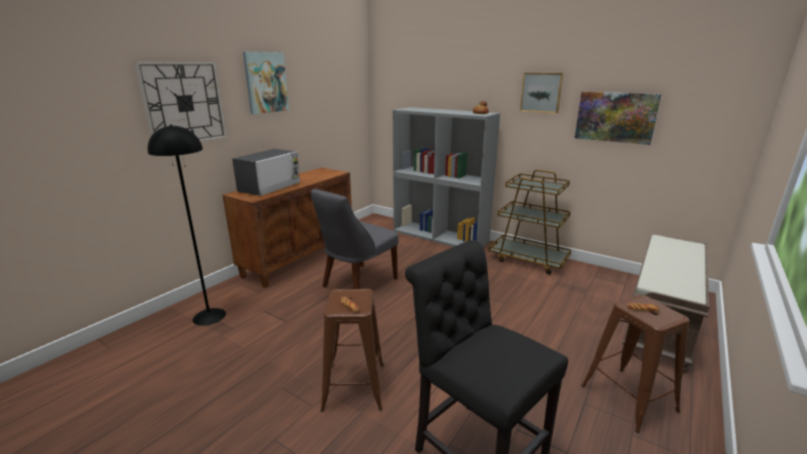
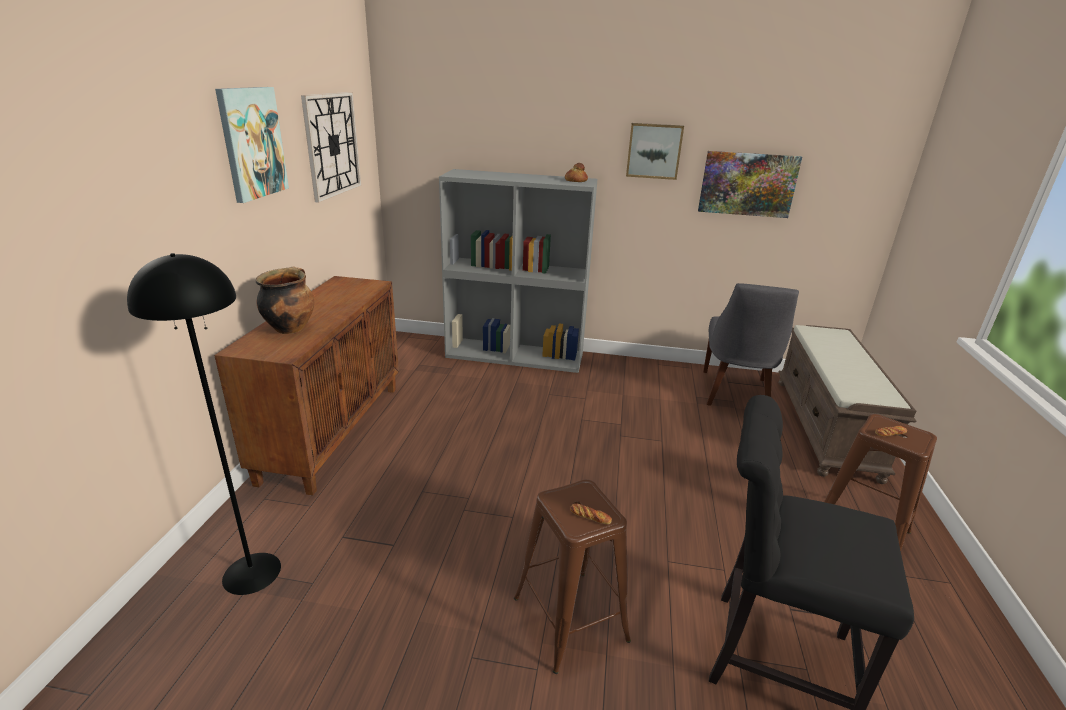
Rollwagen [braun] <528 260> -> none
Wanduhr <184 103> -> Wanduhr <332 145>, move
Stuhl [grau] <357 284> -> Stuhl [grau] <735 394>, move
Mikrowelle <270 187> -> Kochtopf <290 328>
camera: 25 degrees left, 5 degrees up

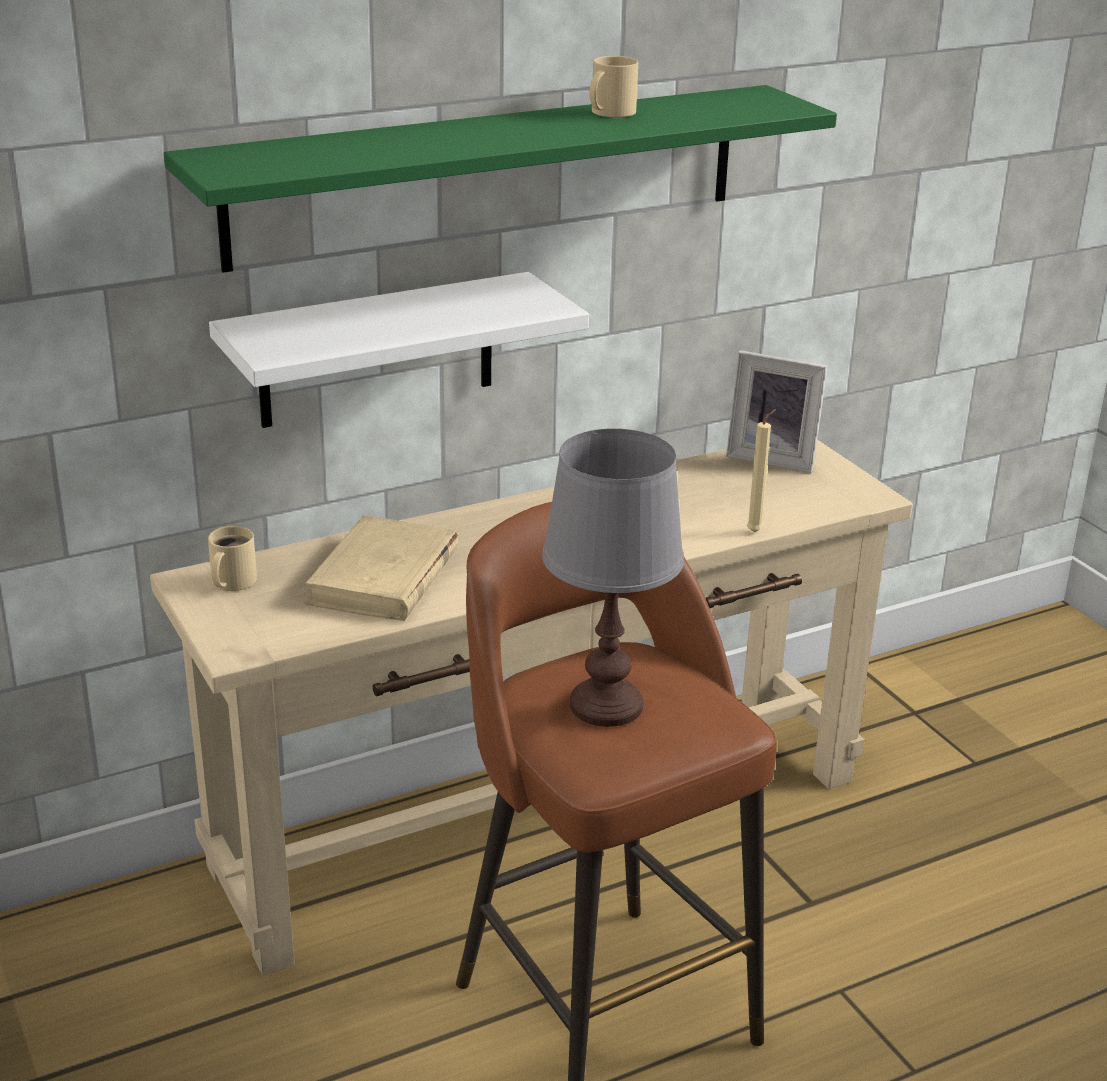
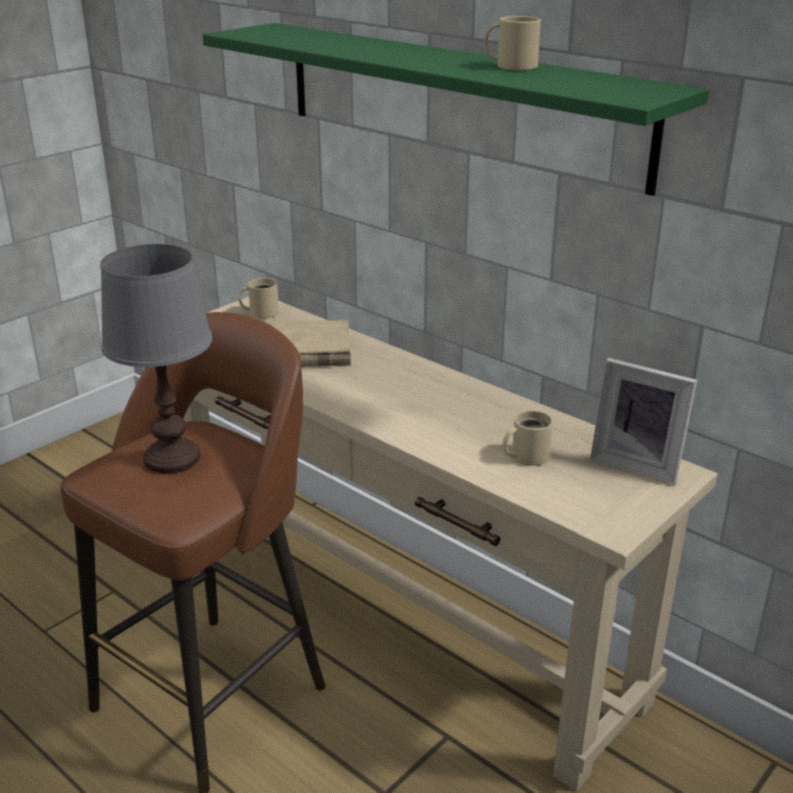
Wandregal [weiß] <377 350> -> none
Kerze [beige] <756 531> -> none
none -> Henkelbecher [beige] <526 456>
Bilderrahmen <773 457> -> Bilderrahmen <637 464>, 60 degrees counterclockwise
camera: 70 degrees right, 0 degrees up

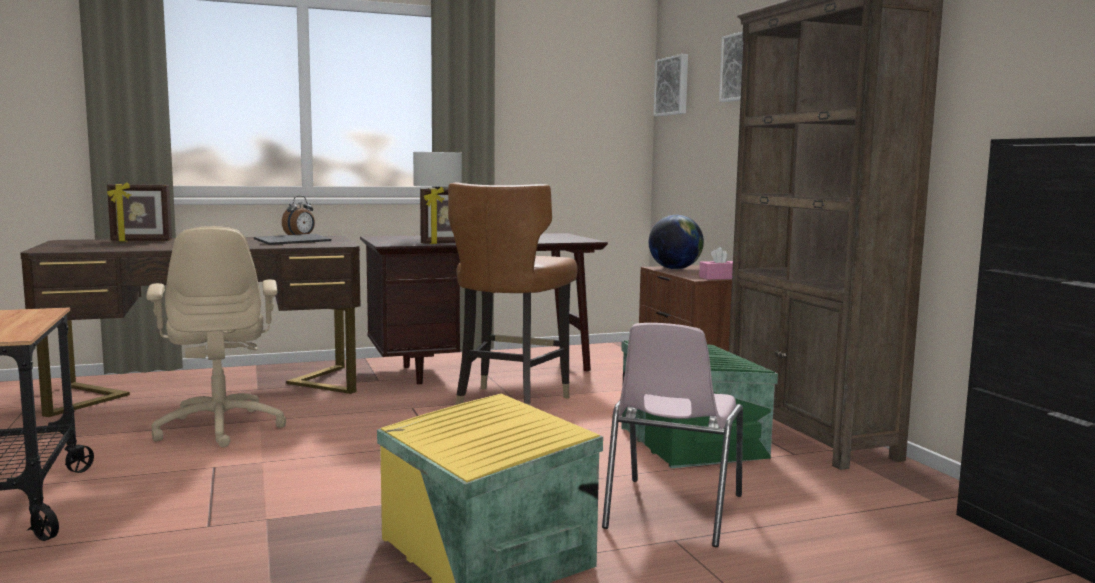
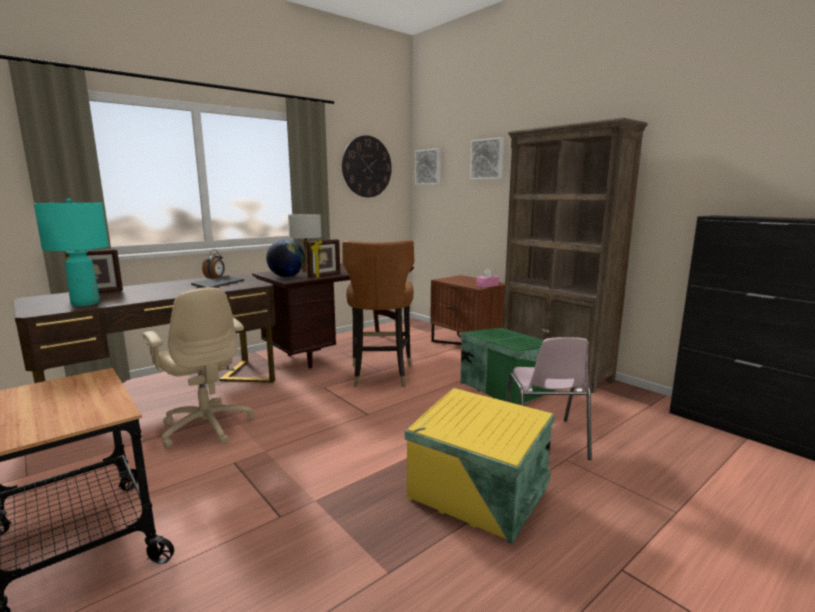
none -> Tischlampe [türkis] <85 303>
none -> Wanduhr <367 167>
Globus <674 269> -> Globus <287 276>, move
camera: 20 degrees left, 5 degrees up

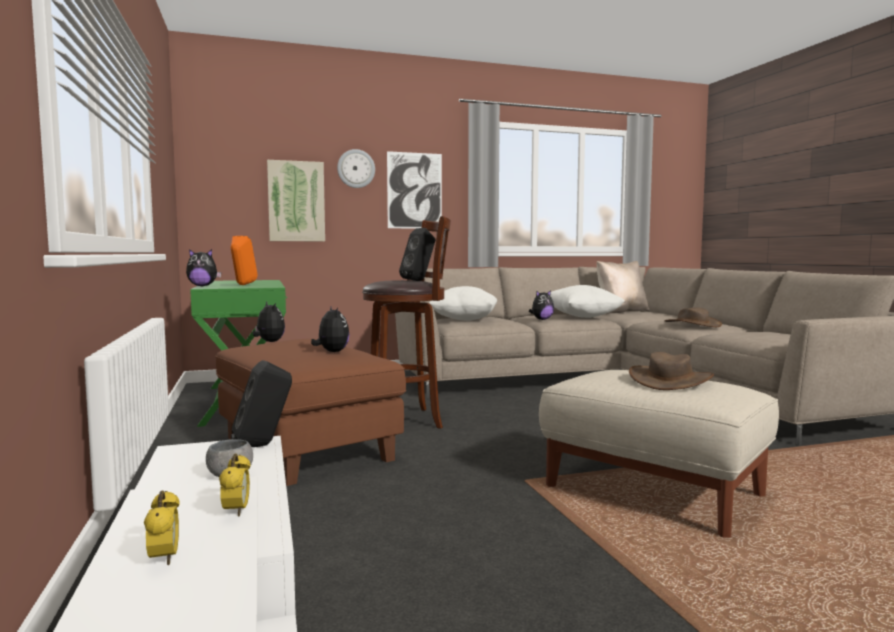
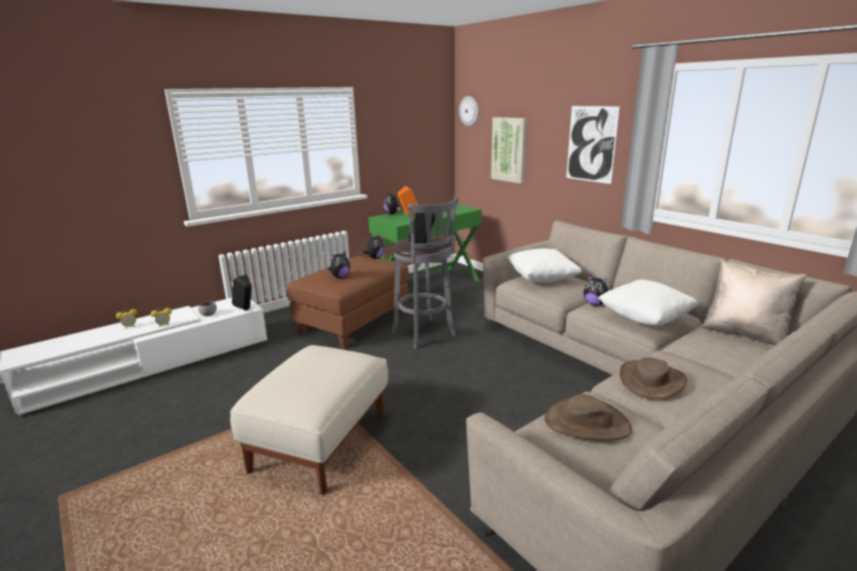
Wanduhr <356 168> -> Wanduhr <469 111>, move
Hut [braun] <670 381> -> Hut [braun] <587 423>, move
Hocker [braun] <407 420> -> Hocker [grau] <425 335>
camera: 70 degrees right, 15 degrees up

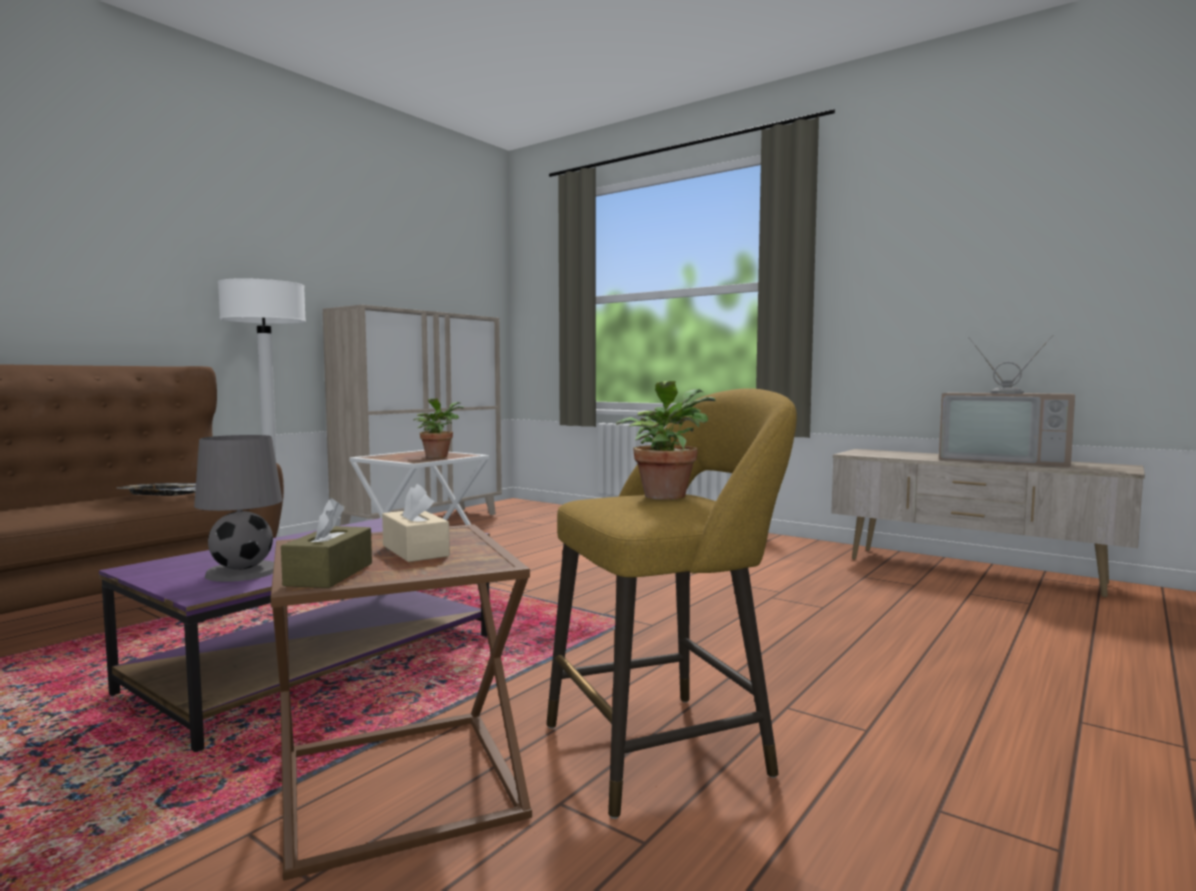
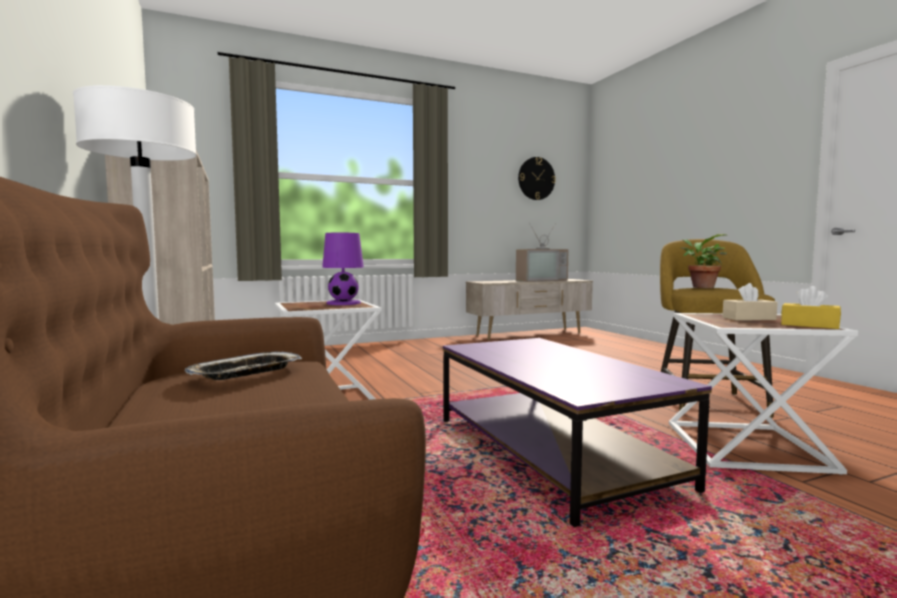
Tischlampe [grau] <242 572> -> none
none -> Wanduhr <536 178>
Topfpflanze <438 456> -> Tischlampe [lila] <344 303>
Beistelltisch [braun] <395 789> -> Beistelltisch [weiß] <749 448>
Taschentuchbox [braun] <329 574> -> Taschentuchbox [gelb] <809 325>
camera: 60 degrees left, 0 degrees up

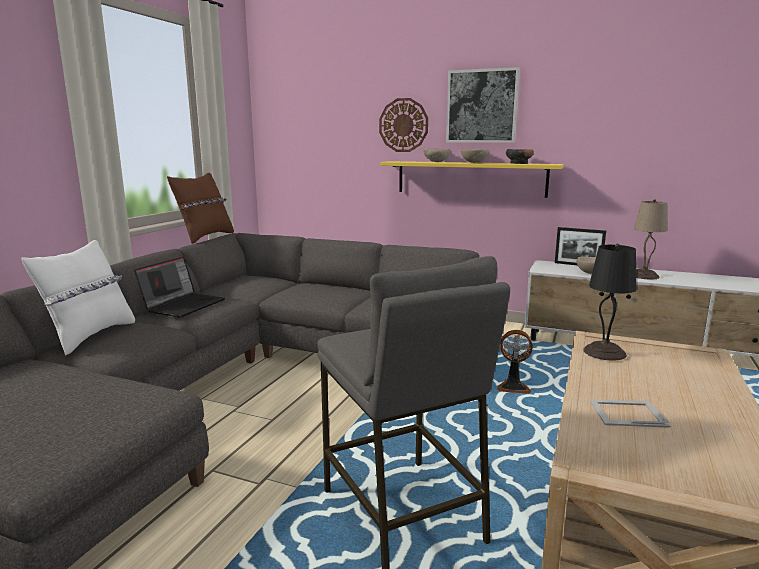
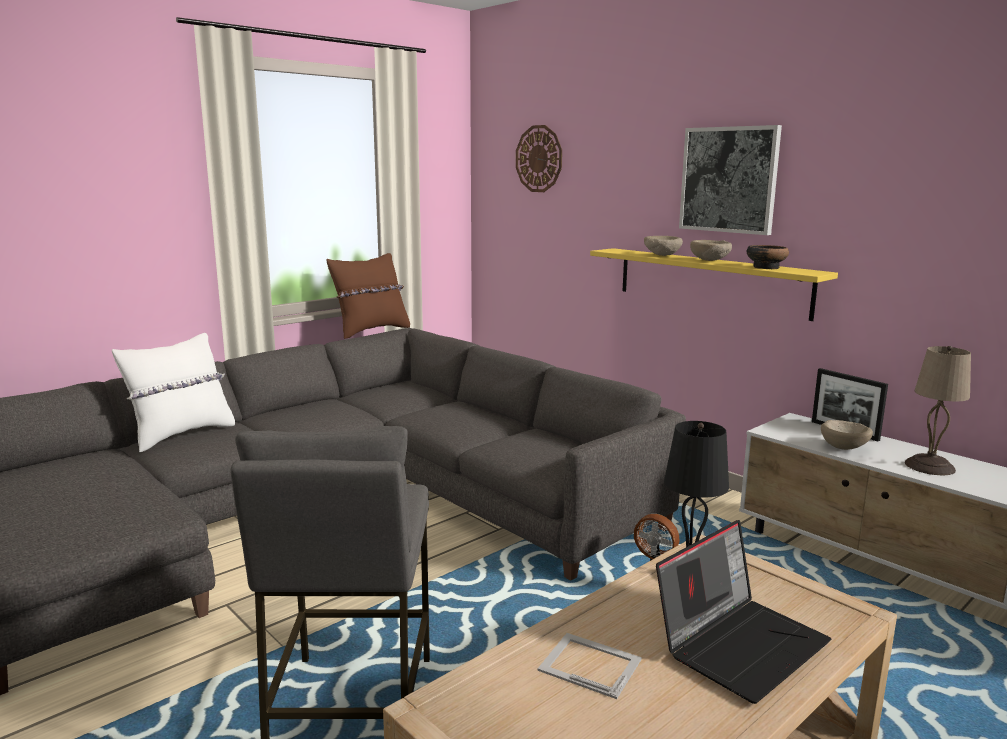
Laptop <184 305> -> Laptop <740 643>, move
Wanduhr <403 125> -> Wanduhr <539 159>, move
camera: 25 degrees right, 0 degrees up

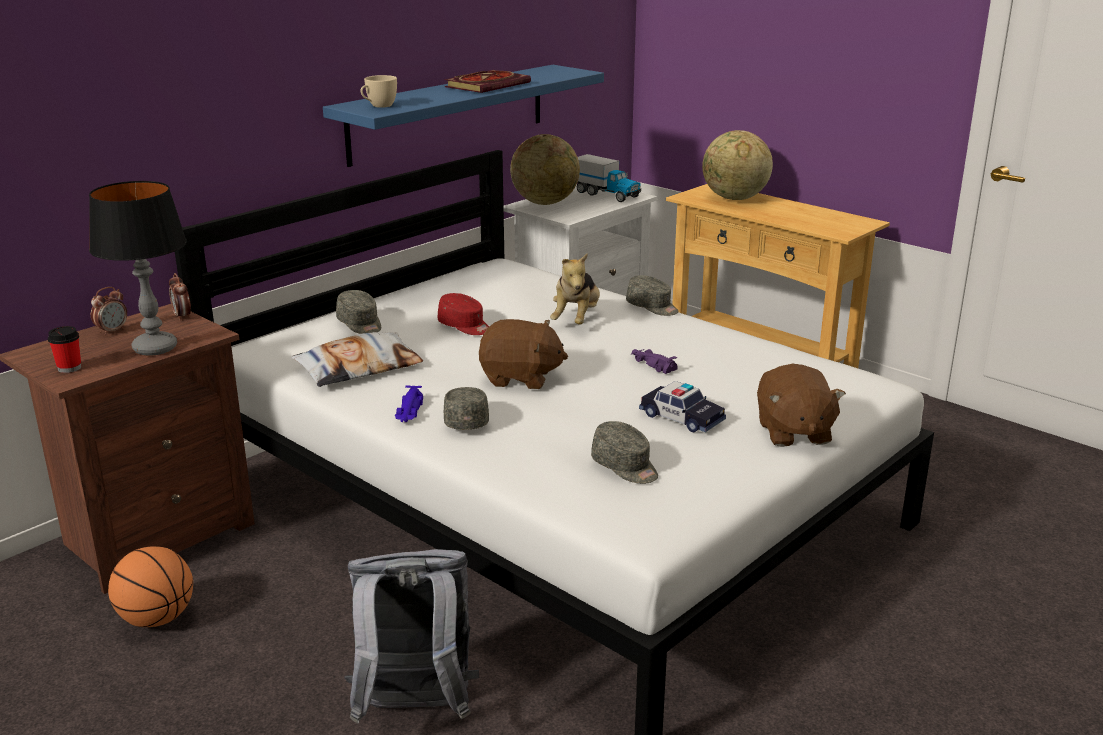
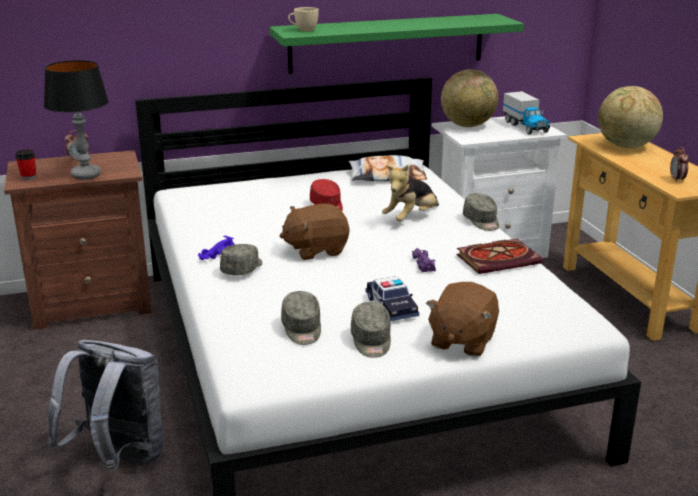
Basketball <157 619> -> none
Wecker <182 316> -> Wecker <677 180>, move
Kissen <359 368> -> Kissen <387 176>, move
Kappe [grau] <360 324> -> Kappe [grau] <371 341>, move
Buch <488 85> -> Buch <499 259>, move
Wandregal [blau] <449 113> -> Wandregal [grün] <387 43>
Plüschtier [braun] <520 378> -> Plüschtier [braun] <316 250>, 120 degrees clockwise
camera: 30 degrees right, 0 degrees up

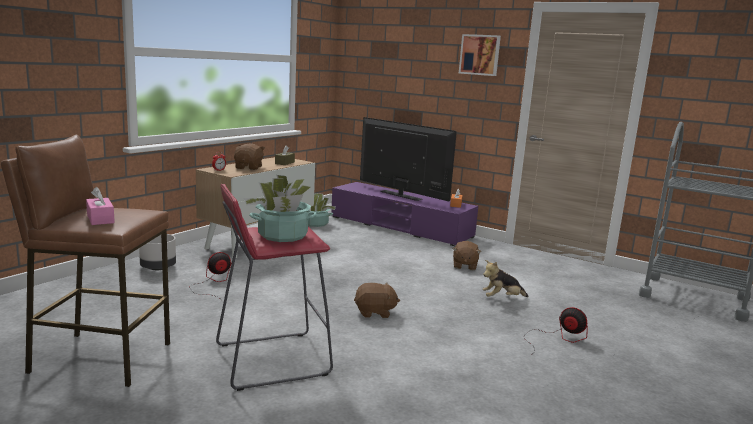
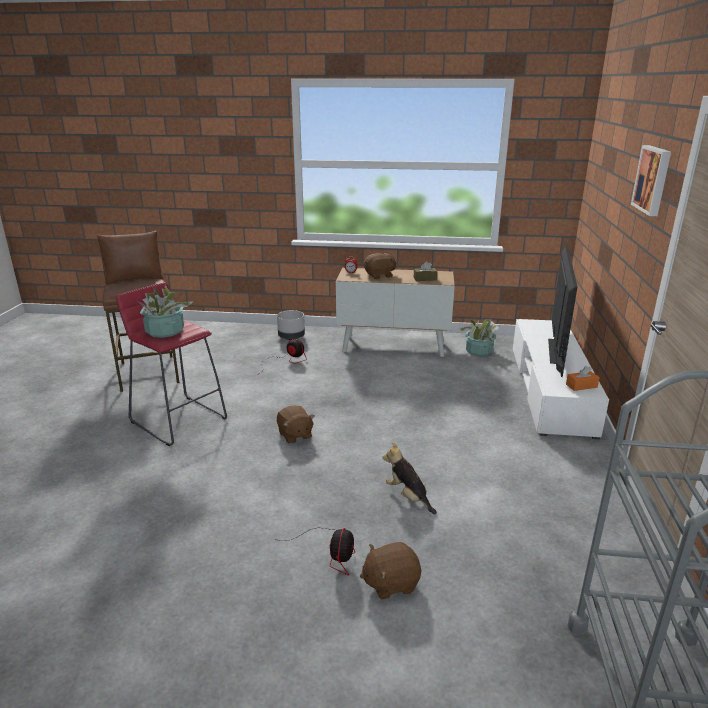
Taschentuchbox [rosa] <100 219> -> none
Plüschtier [braun] <464 266> -> Plüschtier [braun] <391 583>, move
Fernsehschrank [lila] <400 227> -> Fernsehschrank [weiß] <550 389>
camera: 65 degrees right, 10 degrees up

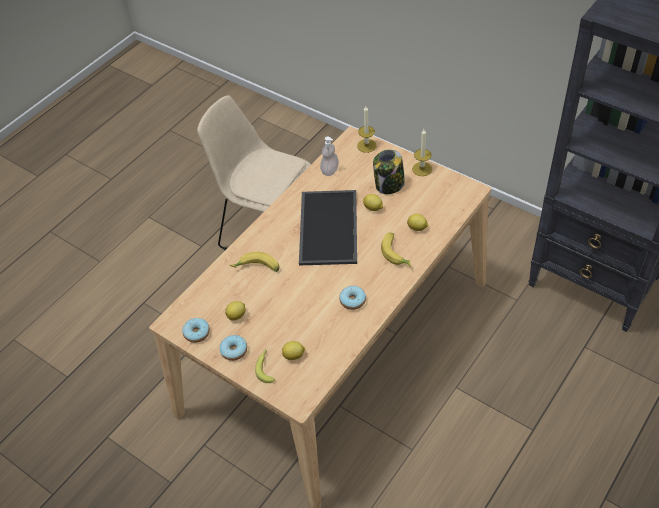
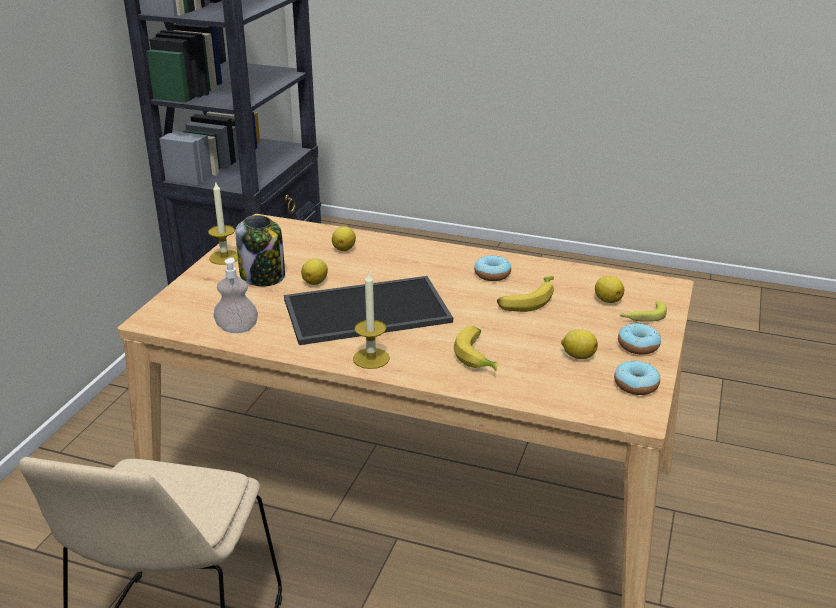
Kerze <366 145> -> Kerze <371 358>, move
Banane <396 253> -> Banane <527 300>, move
camera: 110 degrees left, 20 degrees down

